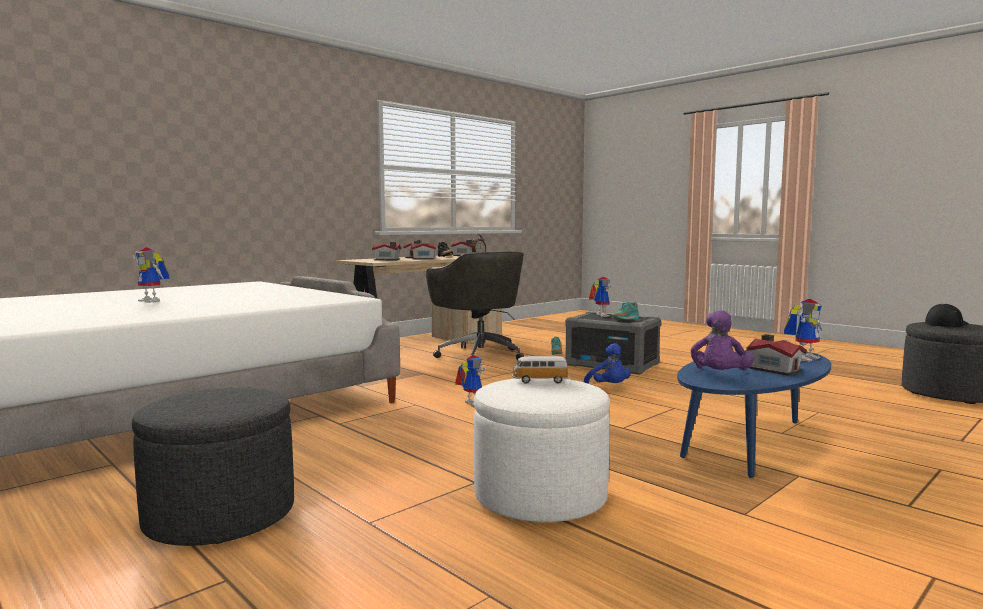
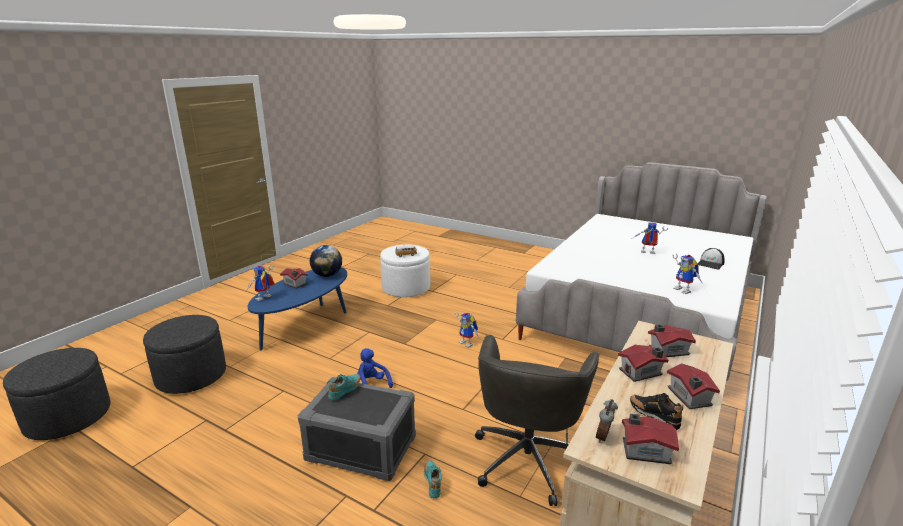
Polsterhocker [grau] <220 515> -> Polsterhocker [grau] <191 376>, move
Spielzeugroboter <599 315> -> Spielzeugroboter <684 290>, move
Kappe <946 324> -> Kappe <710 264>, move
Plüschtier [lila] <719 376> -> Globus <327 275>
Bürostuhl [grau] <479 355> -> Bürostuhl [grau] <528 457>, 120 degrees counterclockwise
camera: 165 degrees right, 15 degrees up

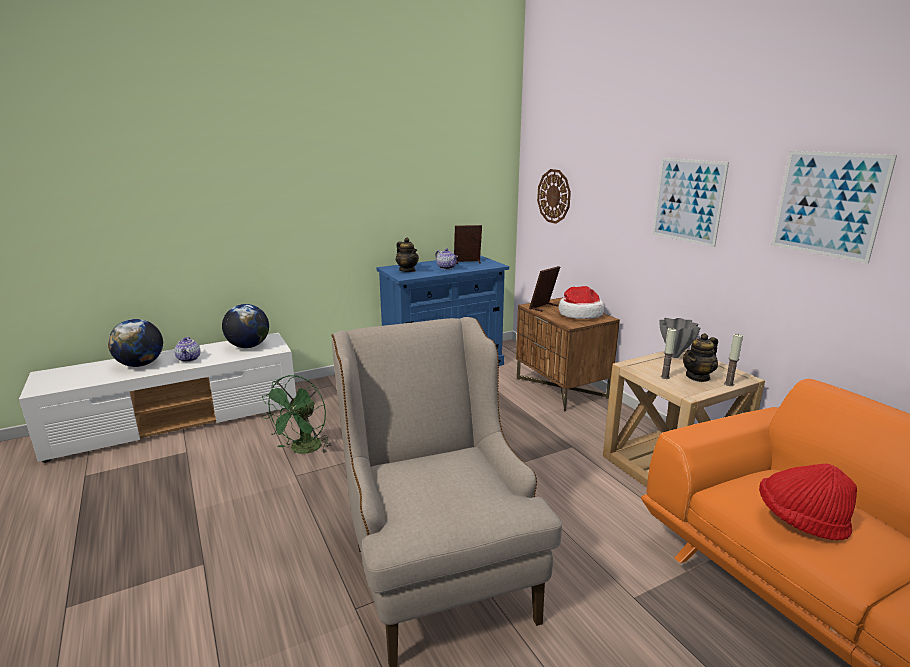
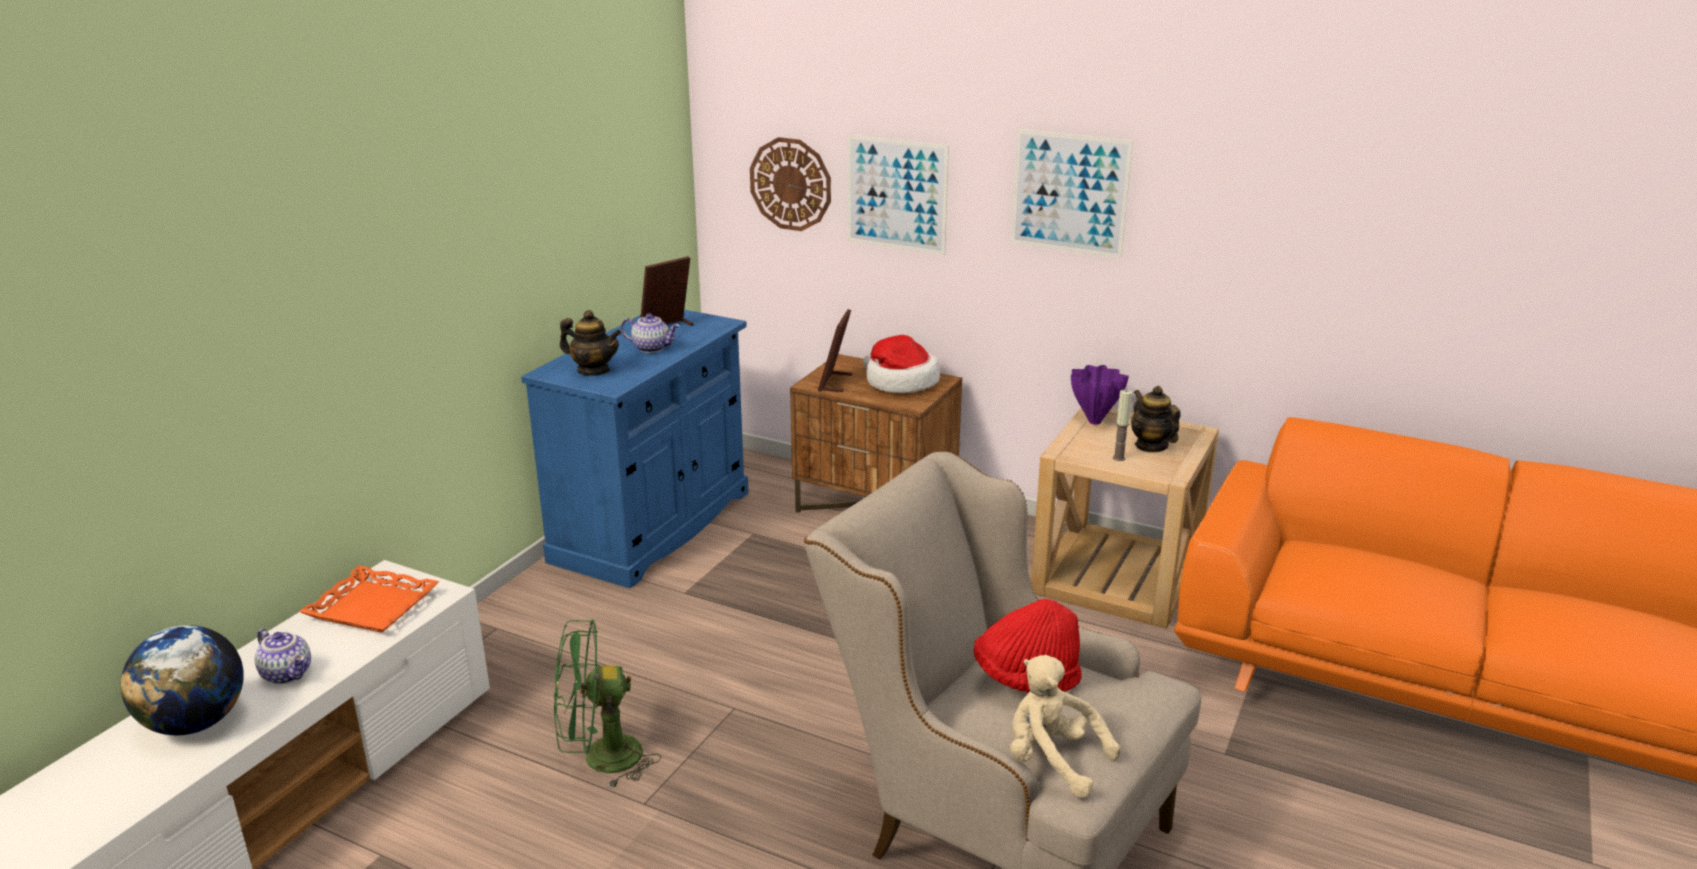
Kerze <728 384> -> none
none -> Plüschtier [beige] <1052 760>
Hut [rot] <800 520> -> Hut [rot] <1026 678>, move
Bild <828 204> -> Bild <896 194>, move
Globus <248 346> -> Tablett [orange] <371 607>
Vase [grau] <675 356> -> Vase [lila] <1095 421>
Ventilator [grün] <303 450> -> Ventilator [grün] <600 759>, 90 degrees clockwise
Teekanne <698 377> -> Teekanne <1151 446>, 135 degrees clockwise
camera: 35 degrees left, 5 degrees up

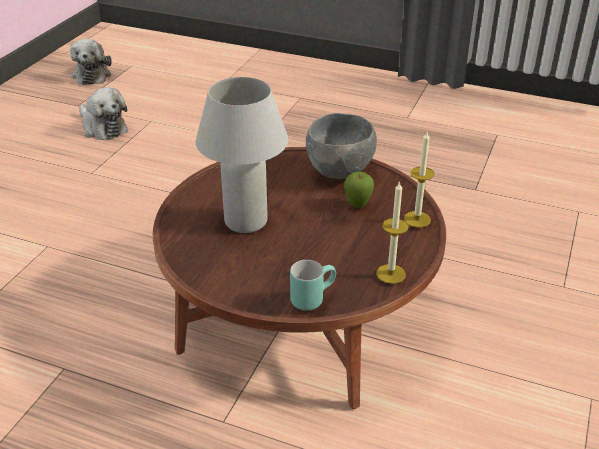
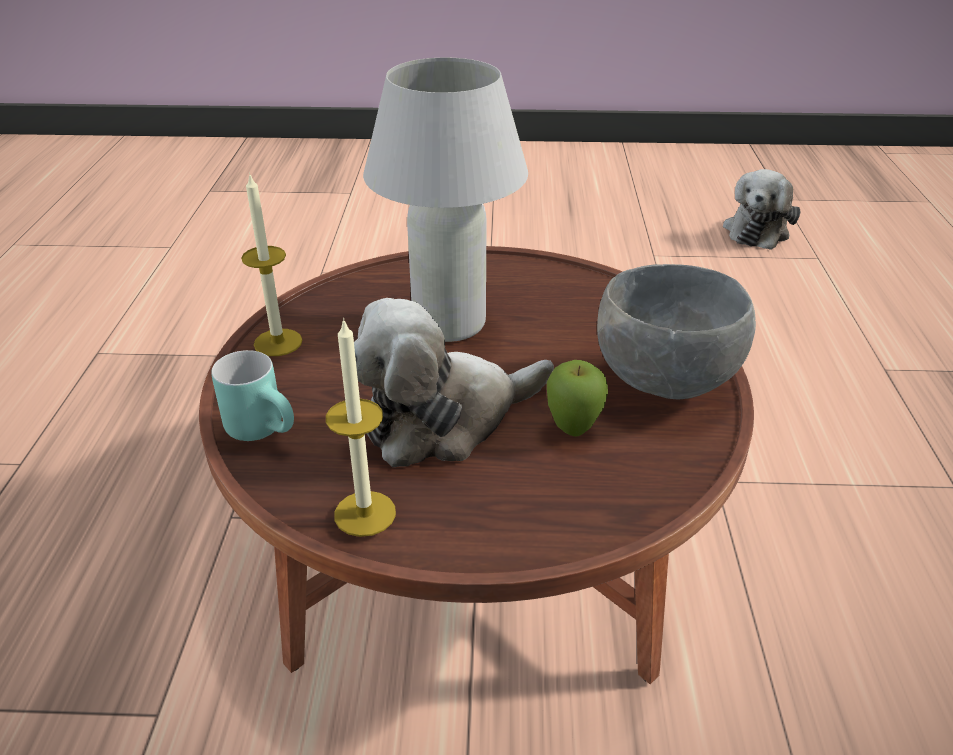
Plüschtier <92 74> -> Plüschtier <444 419>, move
Kerze <417 219> -> Kerze <278 342>, move
camera: 70 degrees right, 0 degrees up

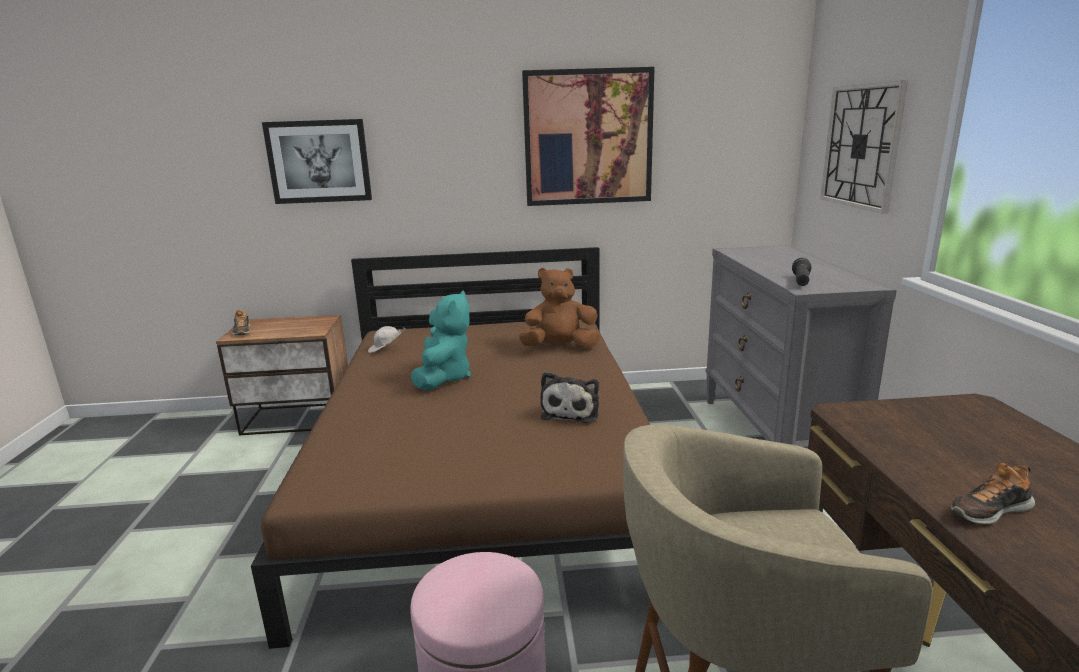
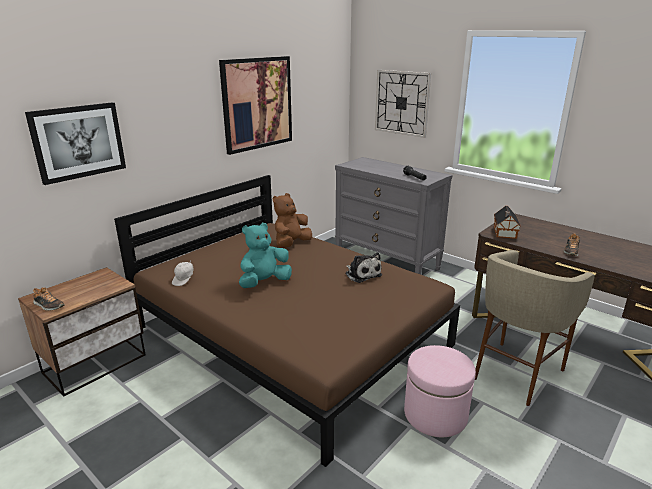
none -> Spielzeughaus <504 232>
Plüschtier [türkis] <443 378> -> Plüschtier [türkis] <264 282>, 90 degrees counterclockwise
camera: 45 degrees left, 5 degrees up

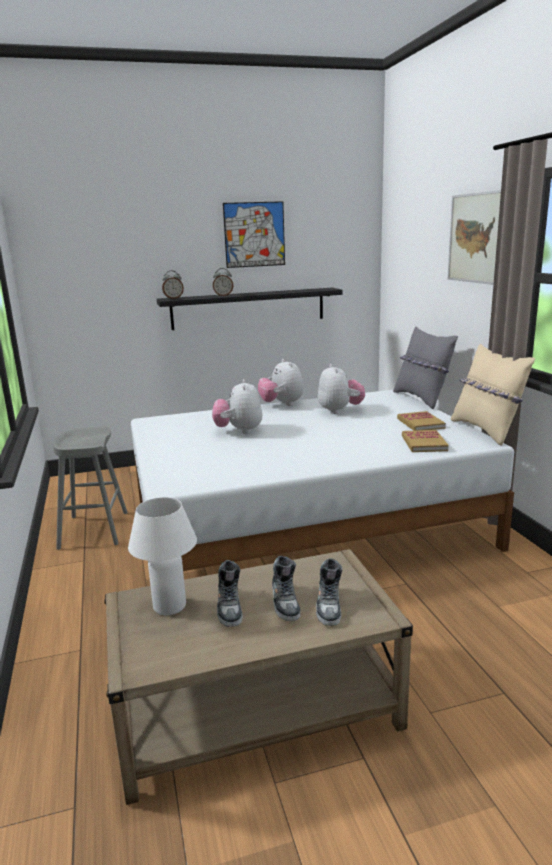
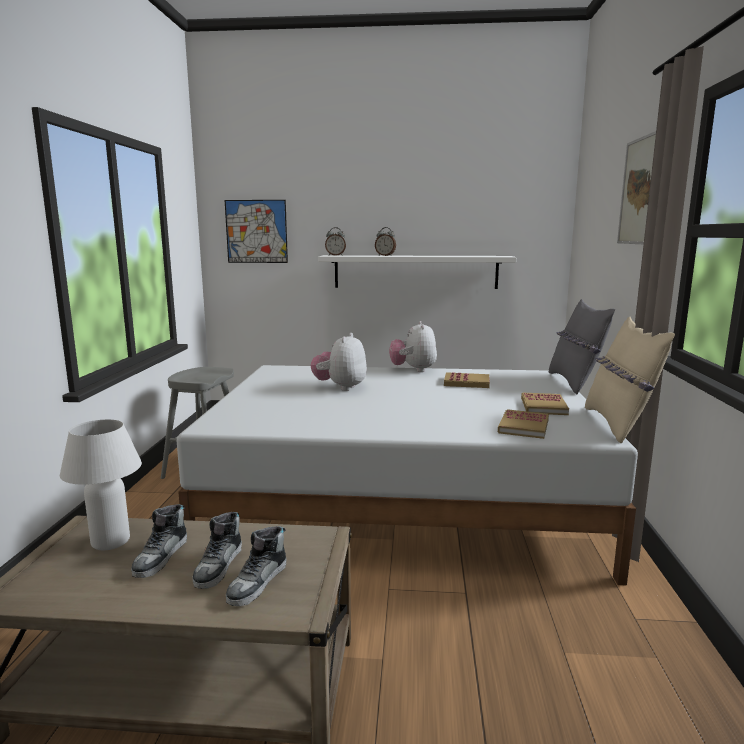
Bild <254 234> -> Bild <256 231>, move
Plüschtier <340 410> -> Buch <466 382>
Wandregal [schwarz] <248 308> -> Wandregal [weiß] <415 272>
camera: 20 degrees right, 5 degrees down

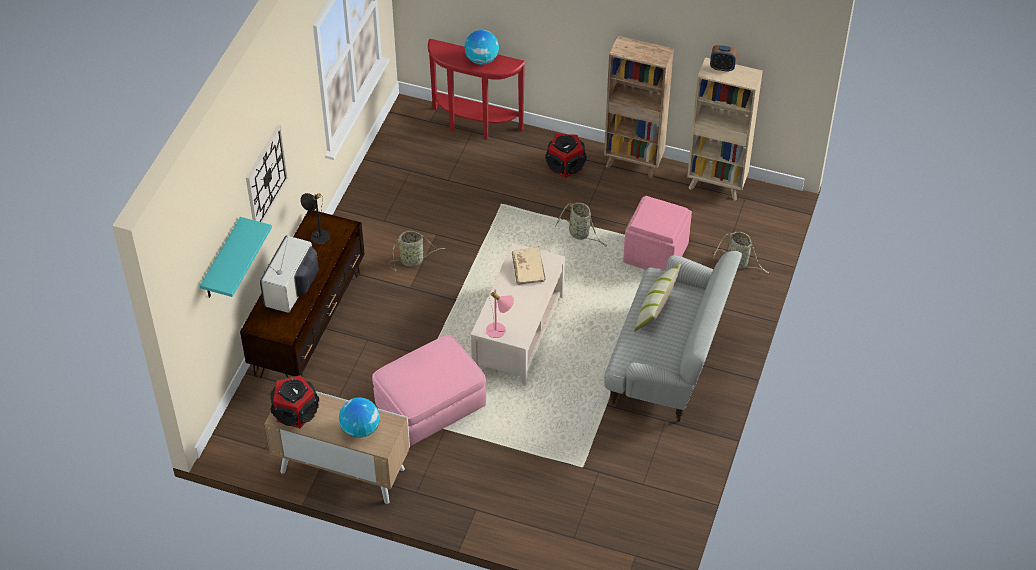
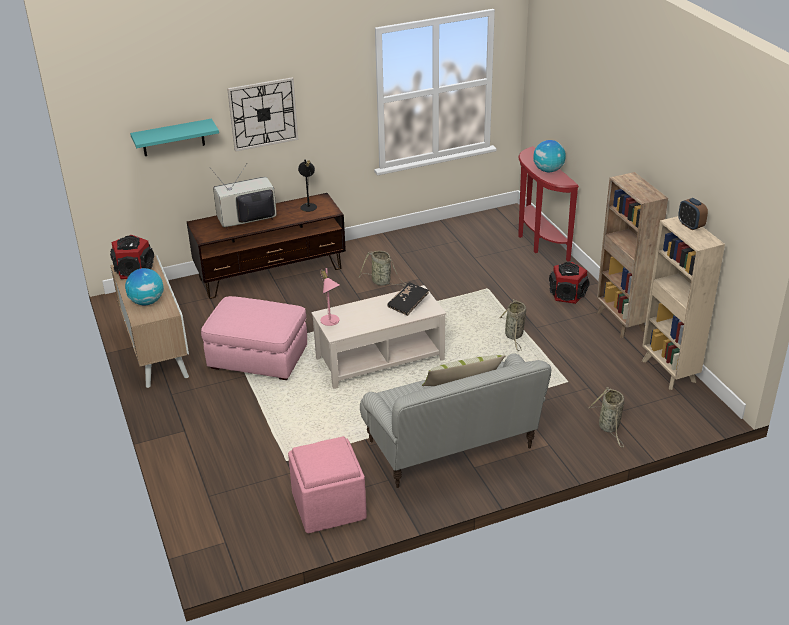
Polsterhocker [rosa] <656 253> -> Polsterhocker [rosa] <328 506>, move
Buch [beige] <528 270> -> Buch [schwarz] <408 304>
camera: 50 degrees right, 15 degrees down

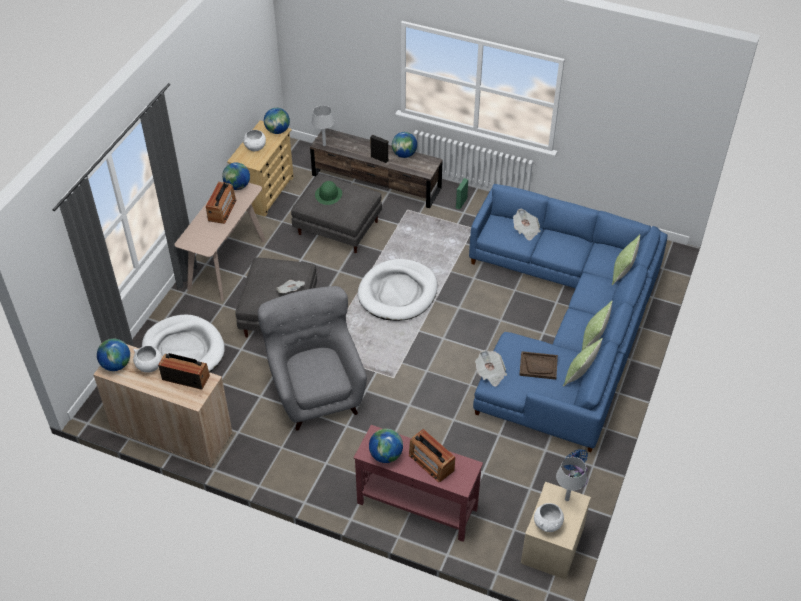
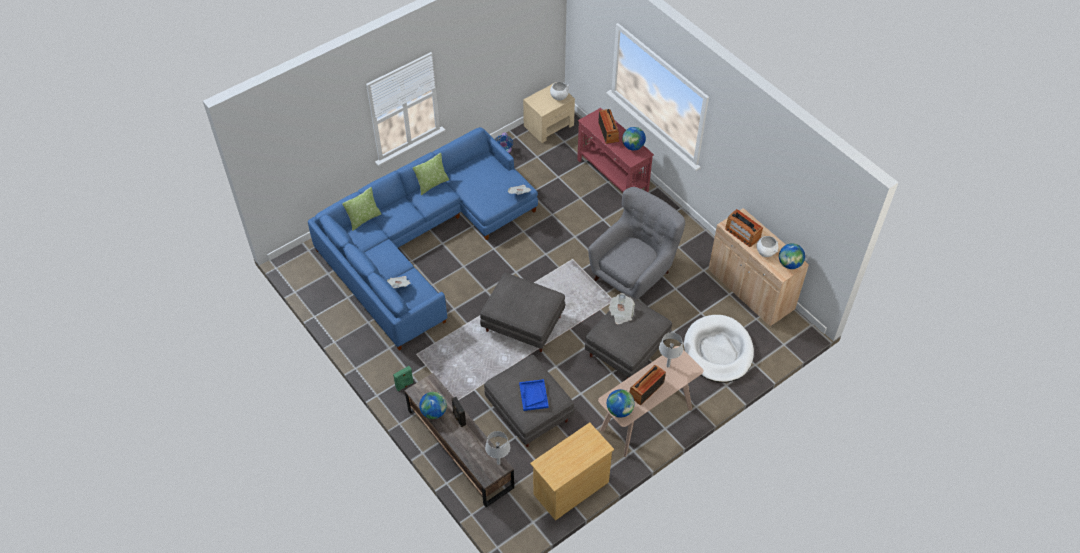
Schüssel [weiß] <255 148> -> none
Globus <277 131> -> none
Tablett [braun] <538 366> -> none
Kissen <579 374> -> none
Tischlampe [grau] <566 499> -> Tischlampe [grau] <668 366>, move
Hut [grün] <328 195> -> Tablett [blau] <533 395>
Hundebett [weiß] <398 293> -> Polsterhocker [grau] <522 324>
Sessel [grau] <316 391> -> Sessel [grau] <633 274>, 150 degrees counterclockwise
camera: 150 degrees left, 5 degrees up

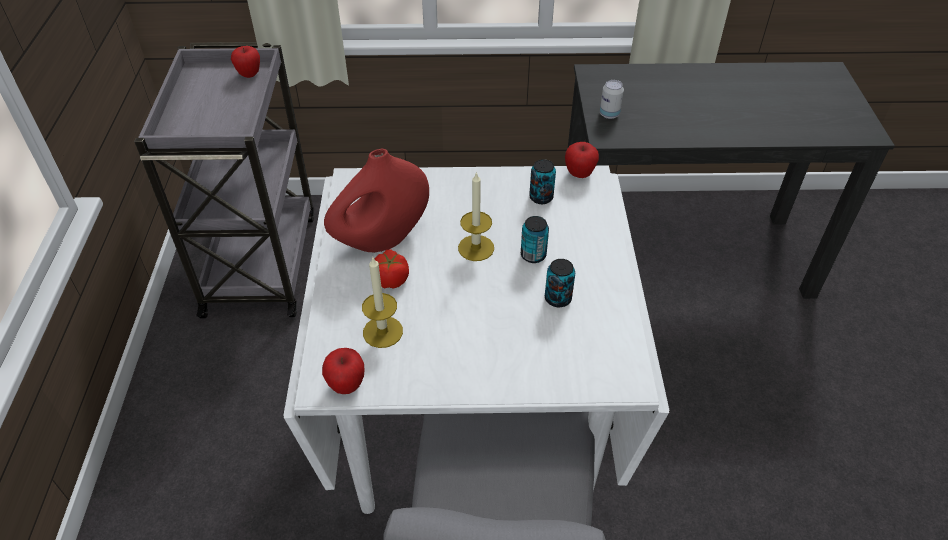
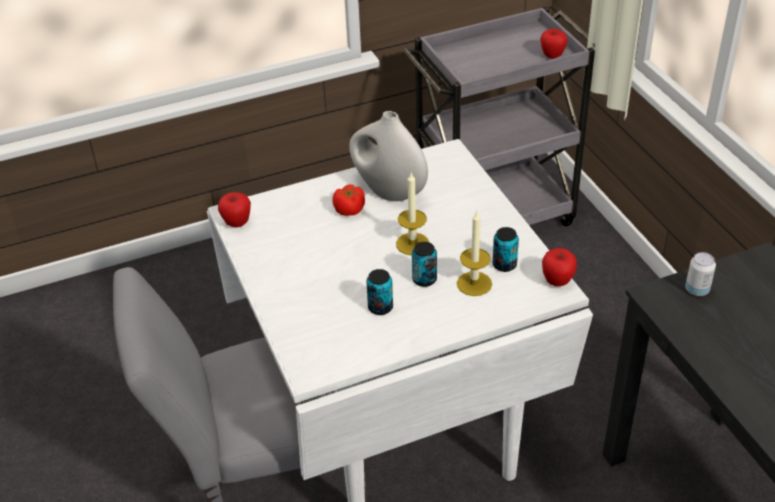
Kerze <383 332> -> Kerze <474 283>, move
Vase [rot] <381 241> -> Vase [weiß] <388 191>
camera: 70 degrees right, 5 degrees down

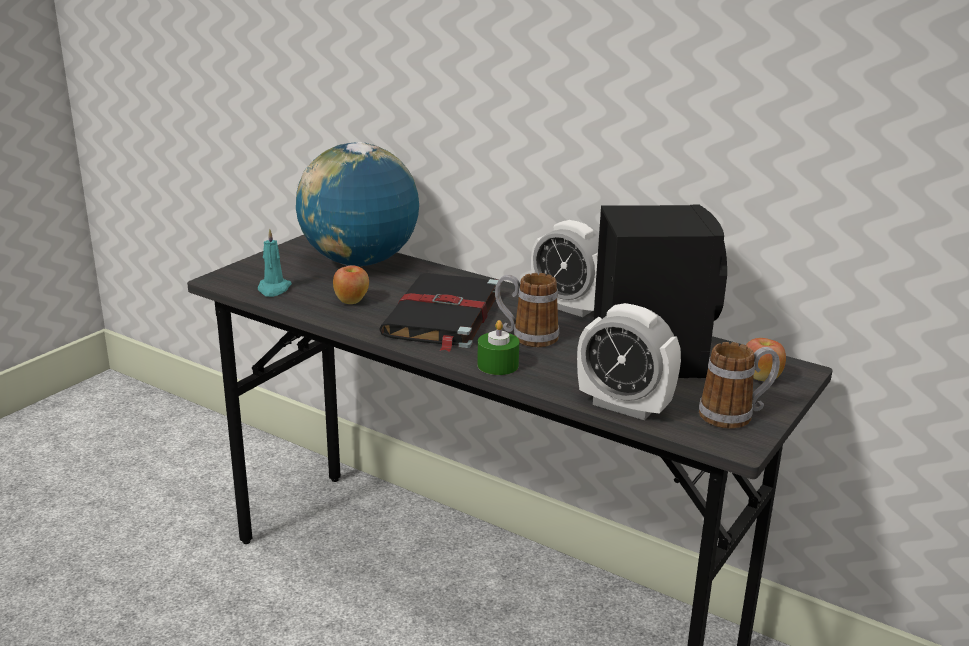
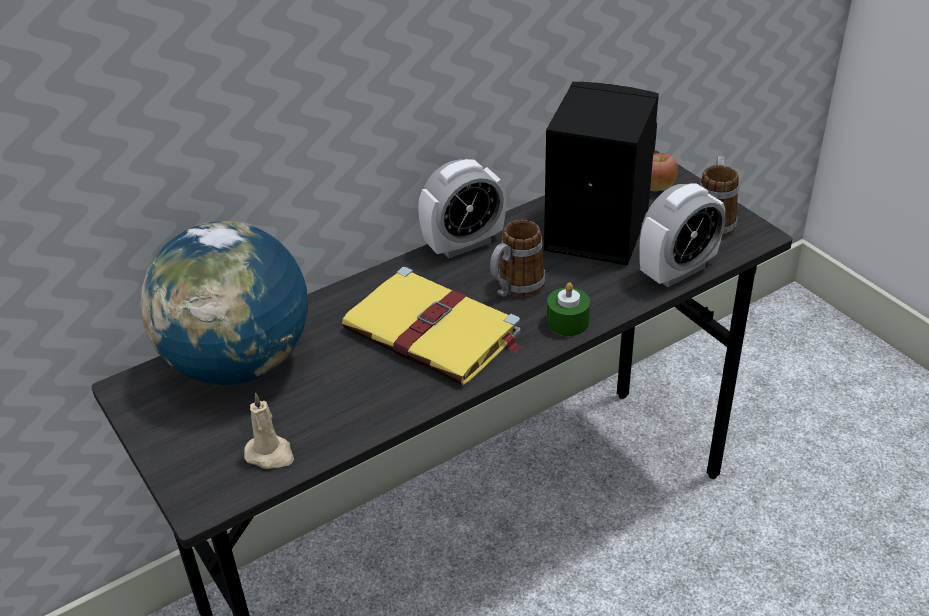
Apfel <352 301> -> none
Kerze [türkis] <273 289> -> Kerze [beige] <270 454>
Buch [schwarz] <442 316> -> Buch [gelb] <434 332>
camera: 65 degrees left, 15 degrees up

